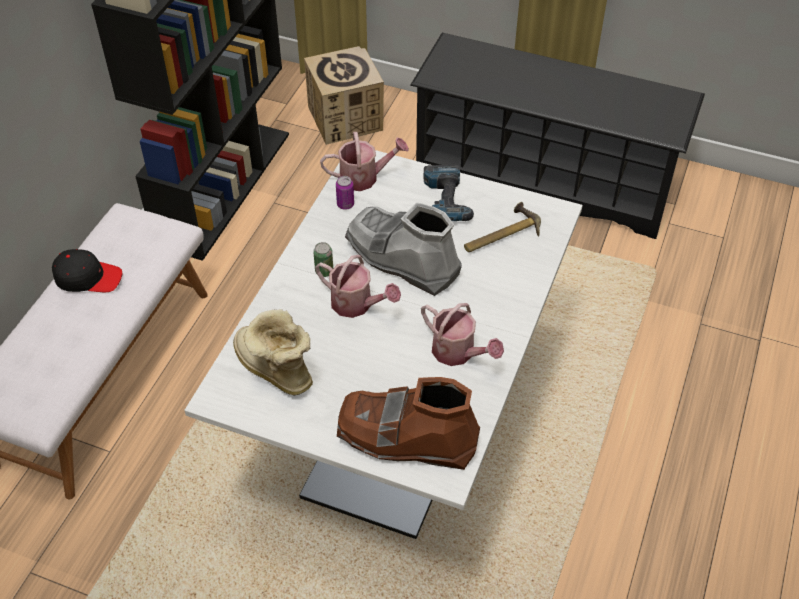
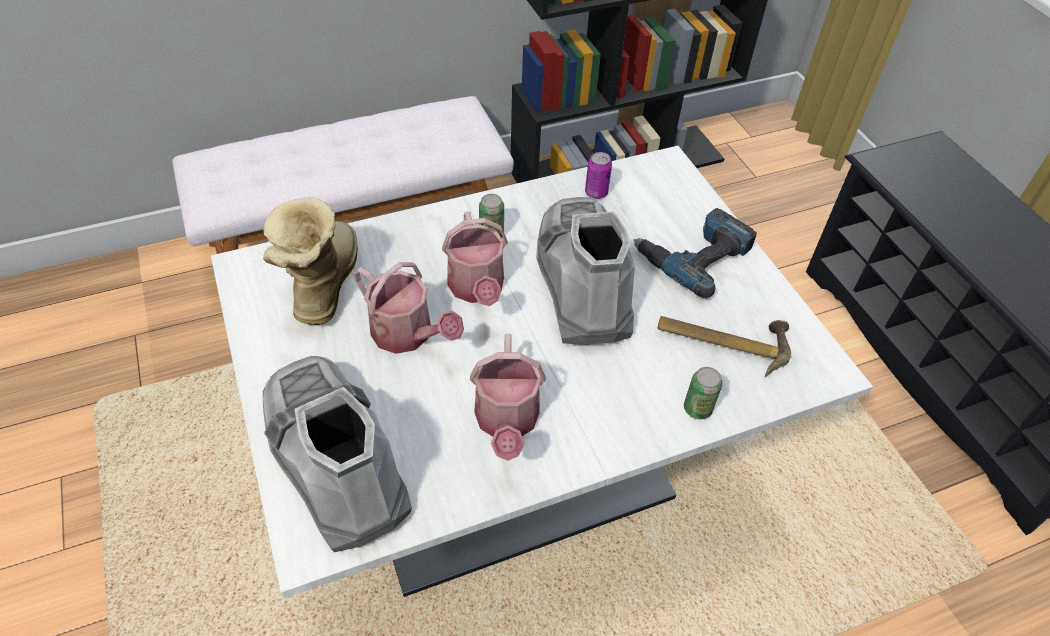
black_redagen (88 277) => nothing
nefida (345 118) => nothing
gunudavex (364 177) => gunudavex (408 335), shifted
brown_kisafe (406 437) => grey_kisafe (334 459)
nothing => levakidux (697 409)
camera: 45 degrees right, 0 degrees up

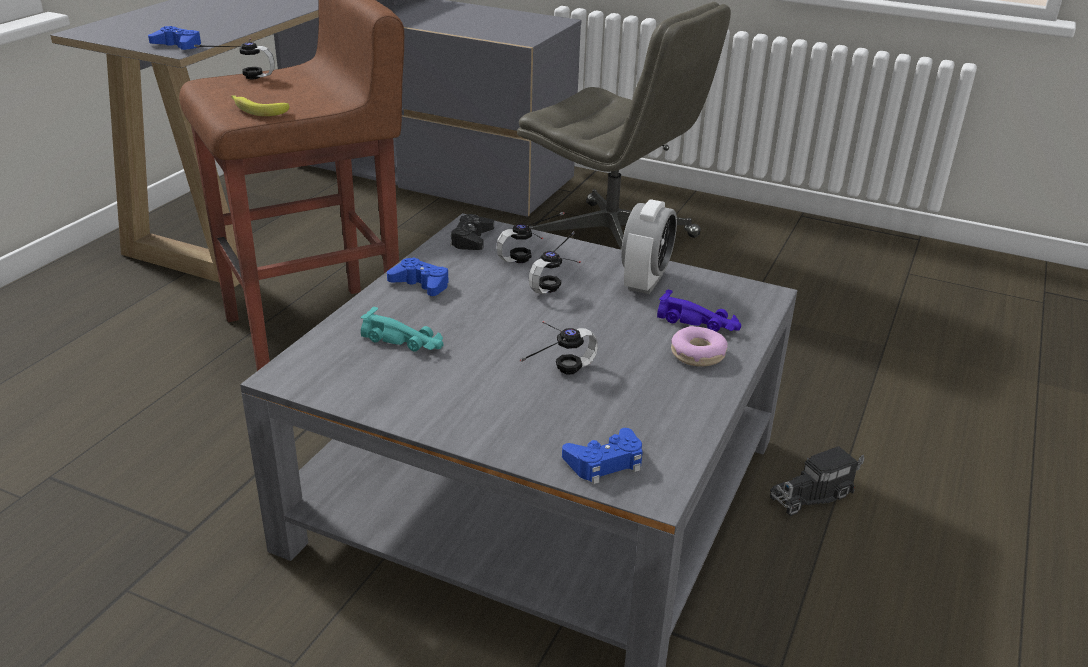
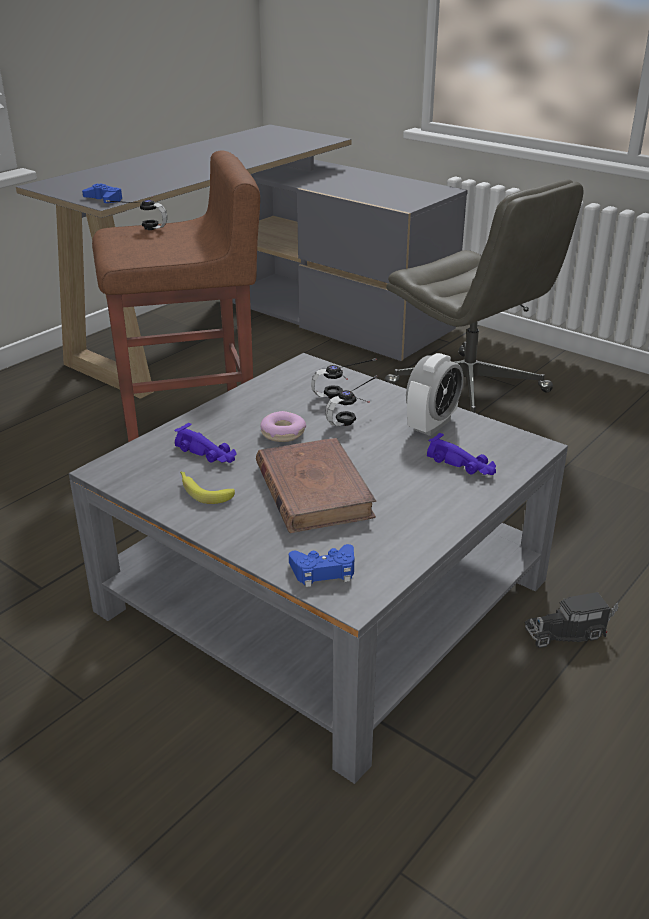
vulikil (257 110) => vulikil (203 491), shifted
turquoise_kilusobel (404 341) => purple_kilusobel (207 454)
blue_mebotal (421 284) => nothing
black_mebotal (471 239) => nothing
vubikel (549 370) => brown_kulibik (313 490)
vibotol (698 354) => vibotol (283 433), shifted
camera: 15 degrees right, 0 degrees up

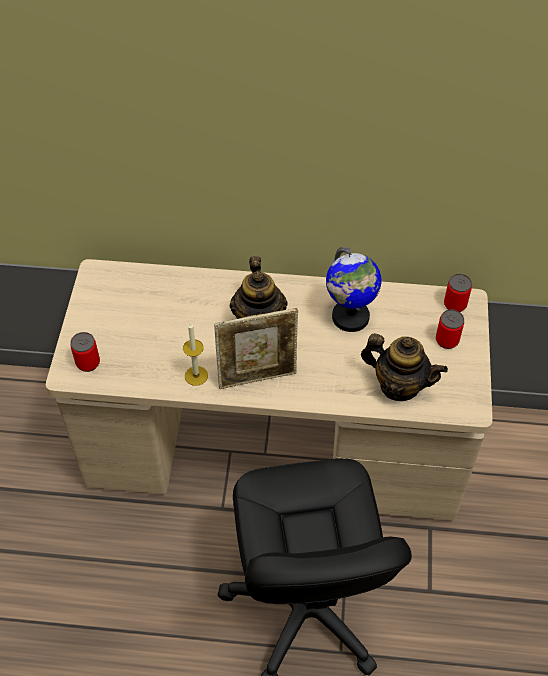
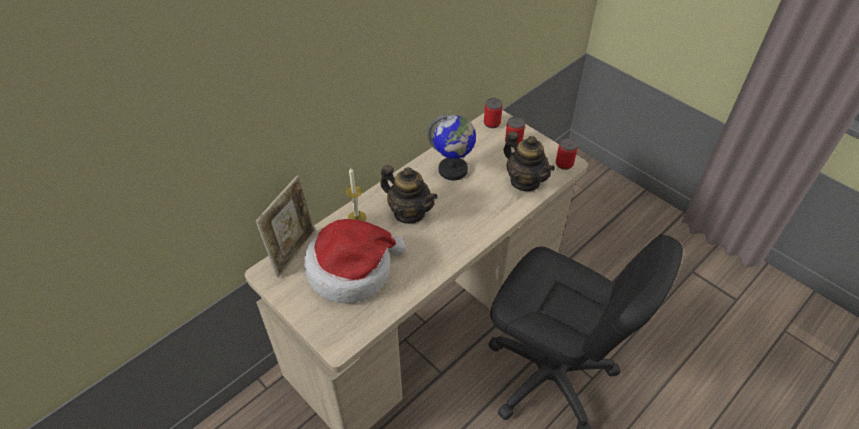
levakidux (88 363) => levakidux (564 164), shifted
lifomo (196 375) => lifomo (357 217), shifted
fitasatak (257 377) => fitasatak (294 252), shifted
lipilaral (399 385) => lipilaral (525 181), 75 degrees clockwise
nothing => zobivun (352 270)
camera: 50 degrees left, 5 degrees down

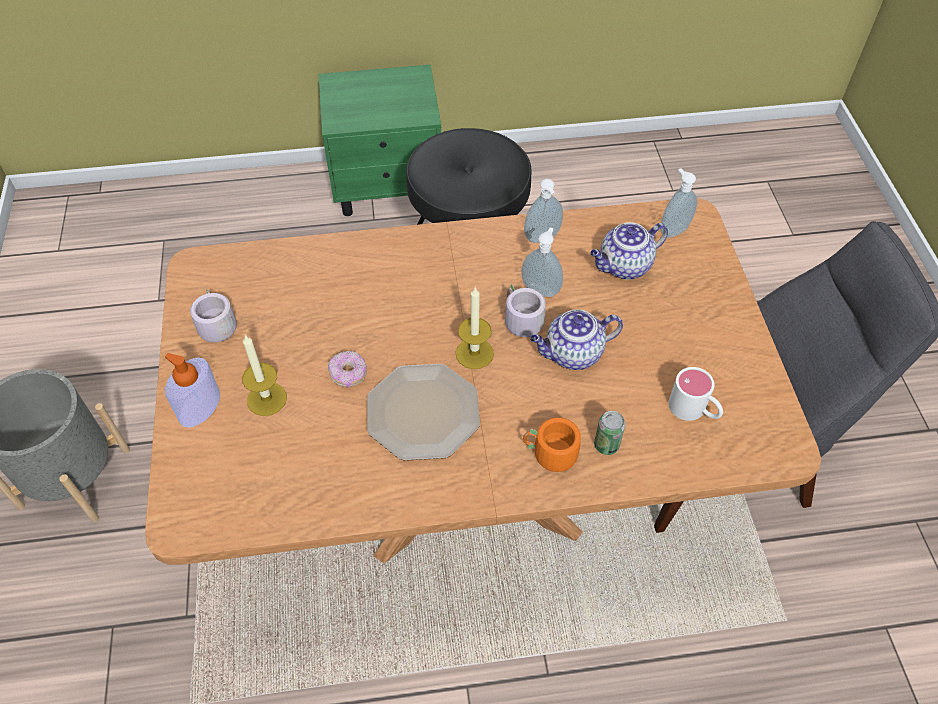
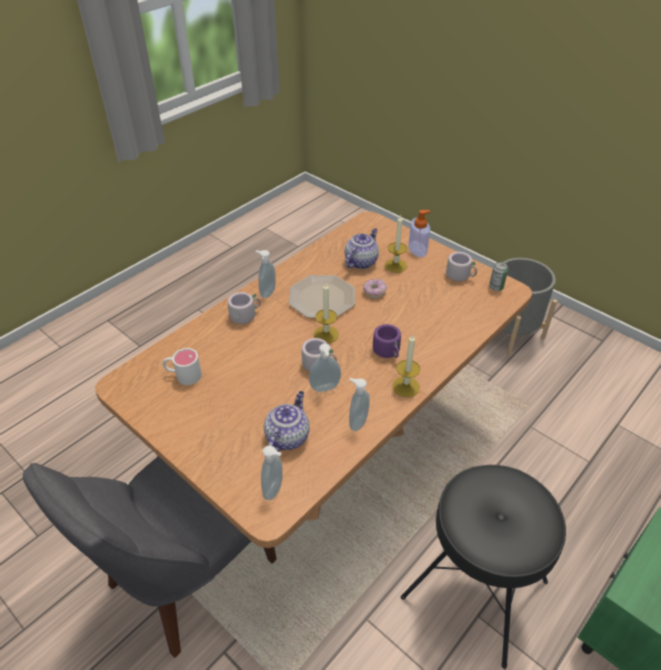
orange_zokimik (549 456) => grey_zokimik (245 314)
lipilaral (572 354) => lipilaral (361 261), shifted
levakidux (606 445) => levakidux (496 287), shifted
nothing => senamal (267 292)
nothing => purple_zokimik (389 351)
nothing => lifomo (406 386)
camera: 140 degrees right, 10 degrees down

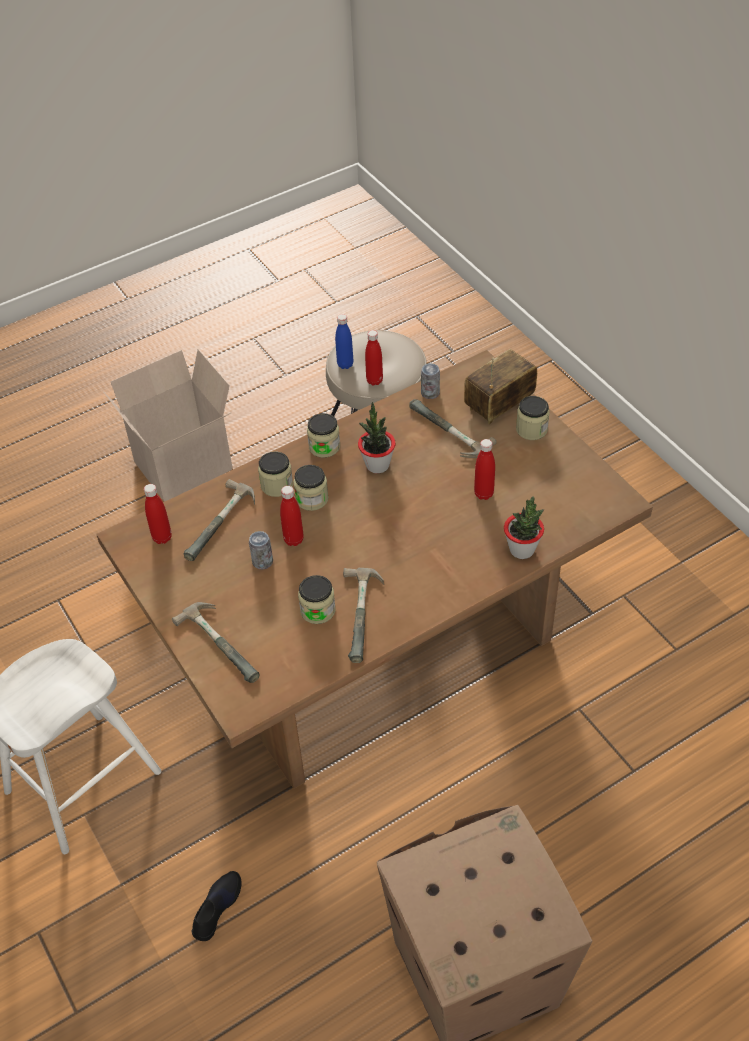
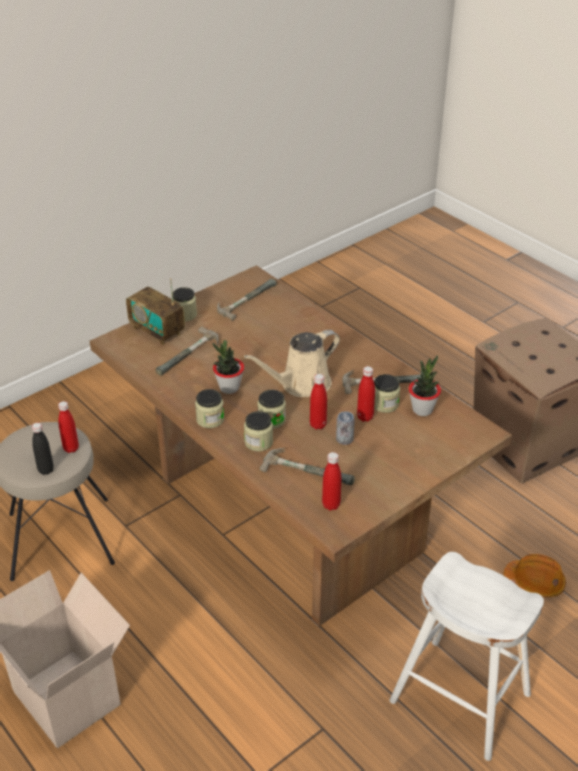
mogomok (225 641) => mogomok (245 298), shifted
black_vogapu (216 907) => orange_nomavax (534 582)
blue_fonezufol (345 364) => black_fonezufol (46 470)
levakidux (430 393) => nothing
red_fonezufol (483 494) => red_fonezufol (365 417), shifted
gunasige (522 550) => gunasige (422 409), shifted
nothing => beige_gunudavex (301 384)
camera: 100 degrees left, 10 degrees down

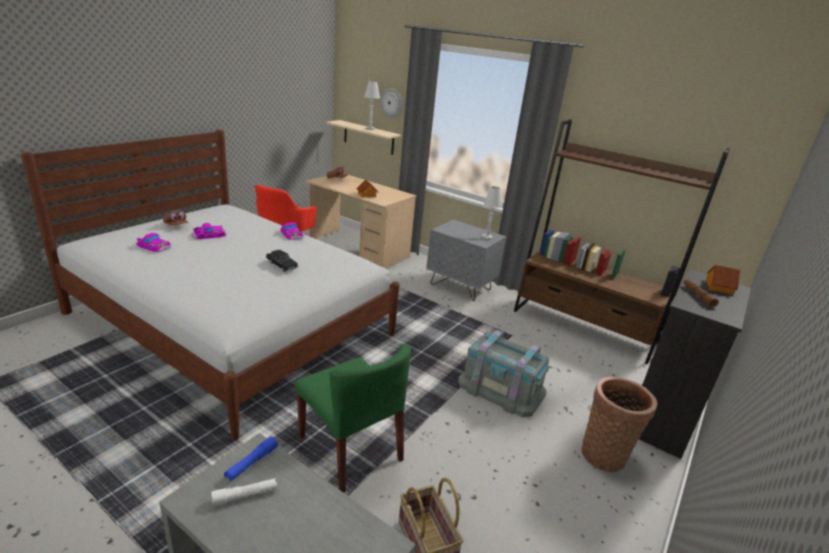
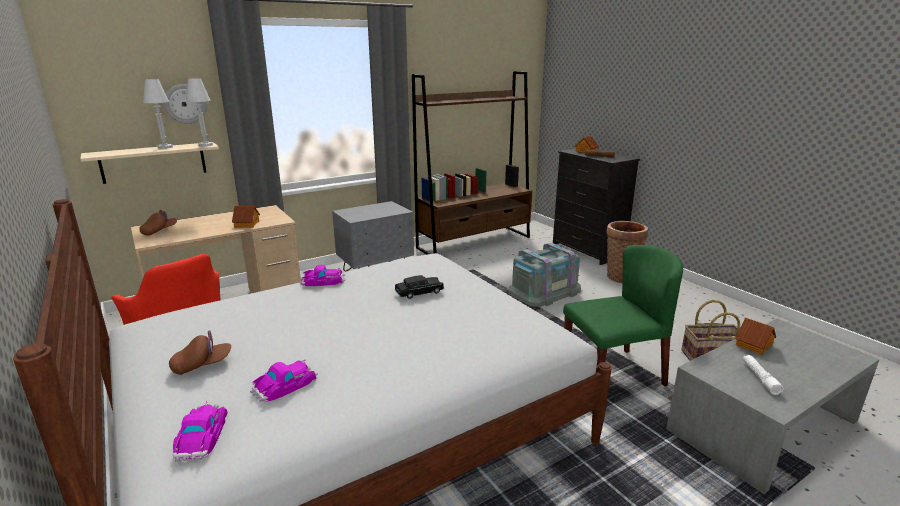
kilusobel (209 235) => kilusobel (201 436), shifted
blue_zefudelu (251 463) => nothing
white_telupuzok (487 237) => white_telupuzok (205 145), shifted
nothing => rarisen (753 345)
camera: 65 degrees left, 5 degrees down

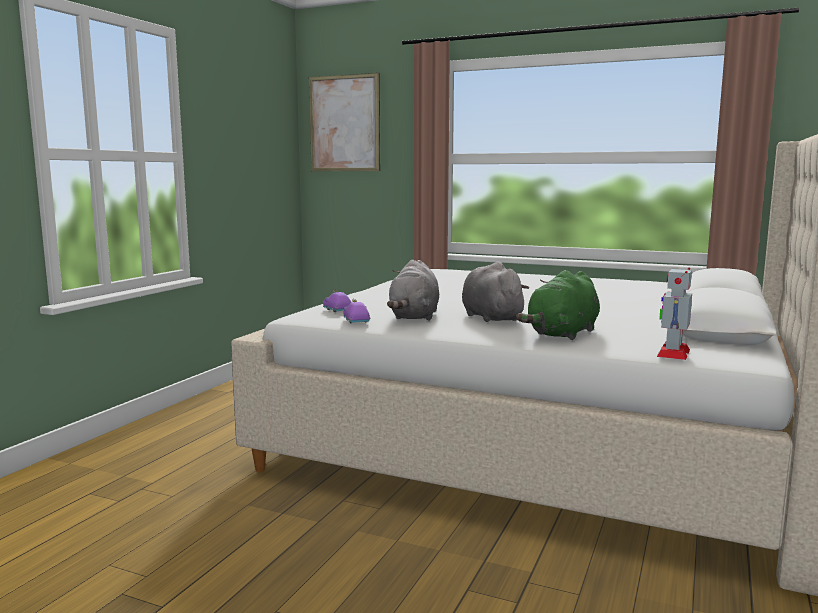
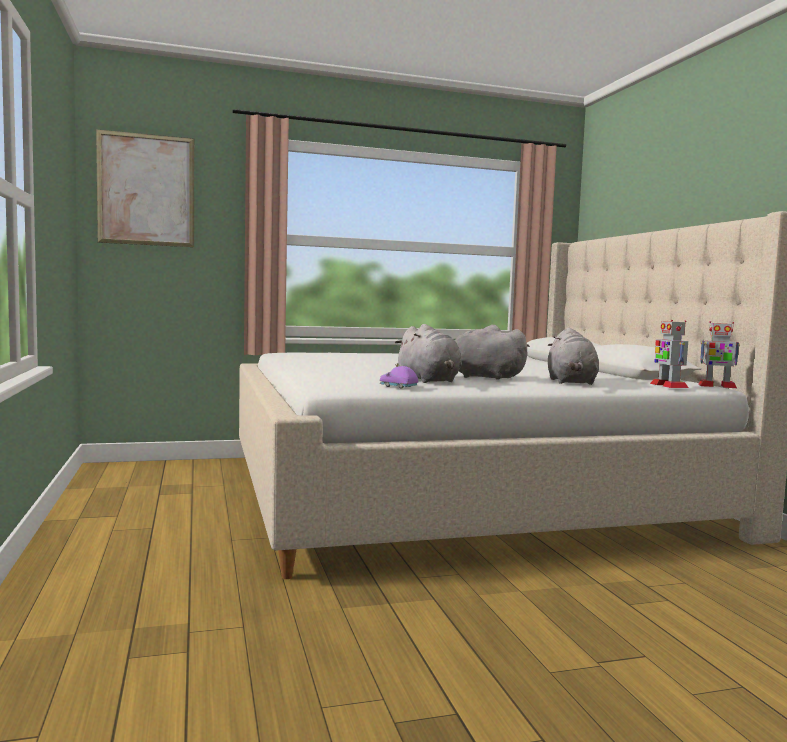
purple_kilusobel (337 310) => nothing
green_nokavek (562 334) => grey_nokavek (571 382)
nothing => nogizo (716 386)
camera: 40 degrees left, 5 degrees down

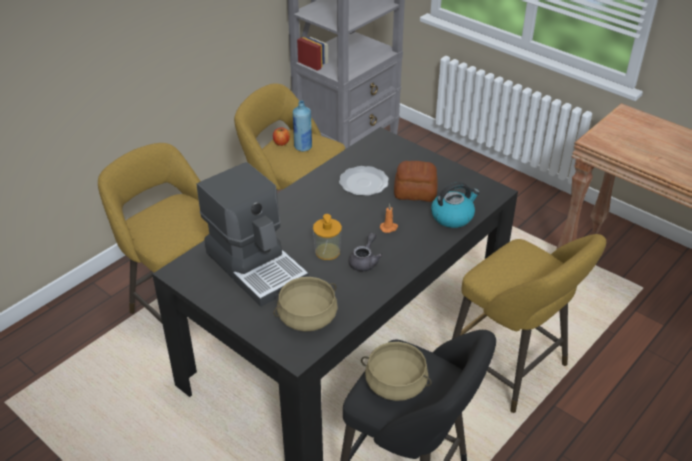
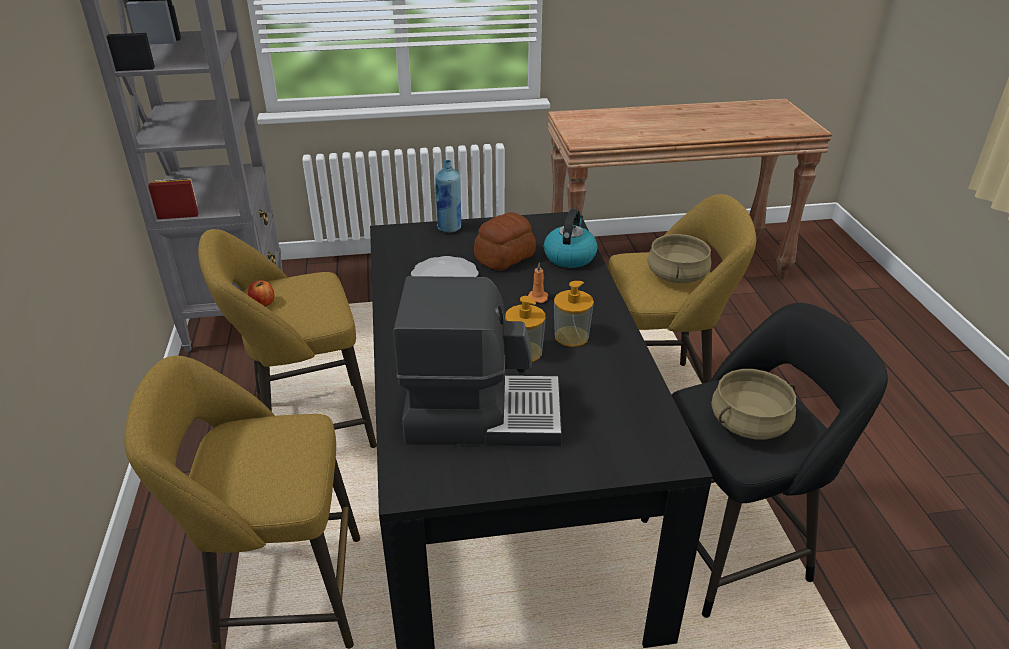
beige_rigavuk (307 317) => beige_rigavuk (676 275), shifted
blue_fonezufol (303 147) => blue_fonezufol (449 228), shifted
grey_lipilaral (365 261) => senamal (571 336)
camera: 50 degrees left, 5 degrees down

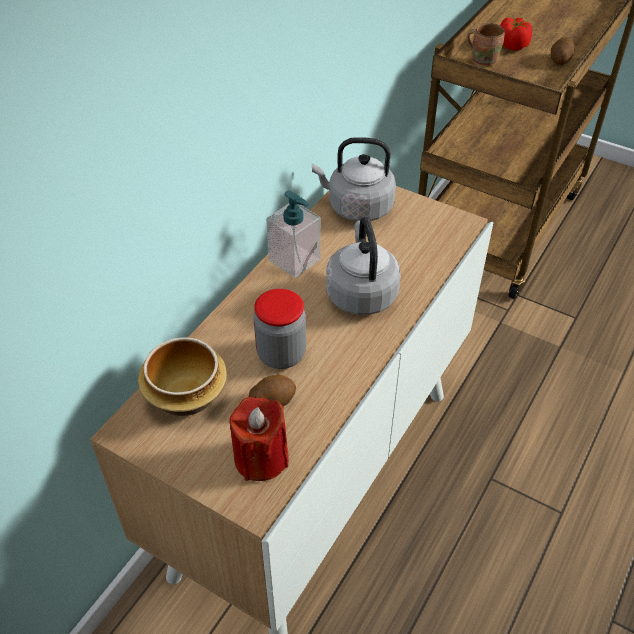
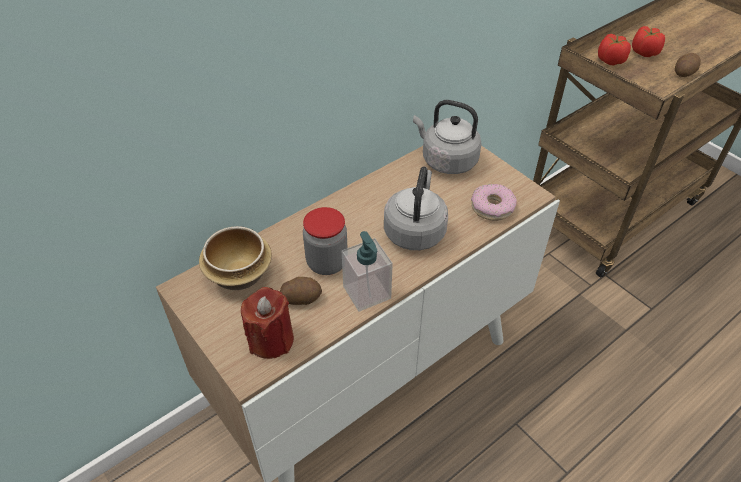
senamal (294 260) => senamal (367 292), shifted
brown_zokimik (483 61) => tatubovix (610 60)
nothing => vibotol (492 207)
camera: 20 degrees right, 0 degrees up

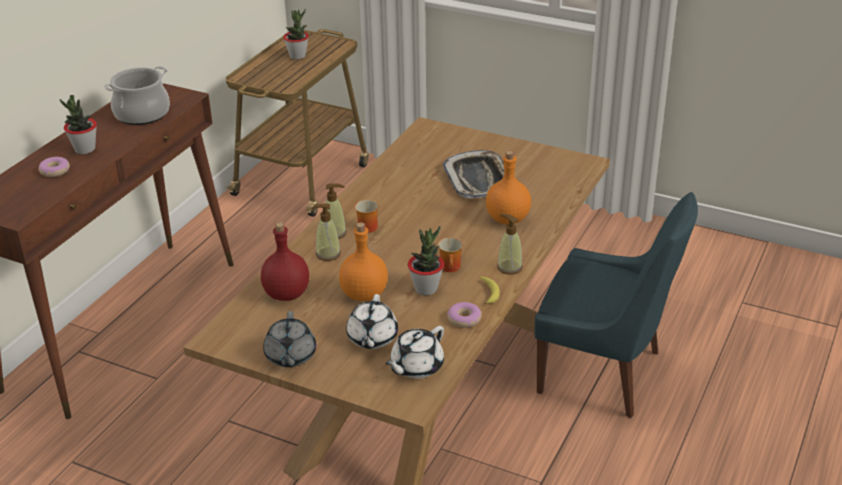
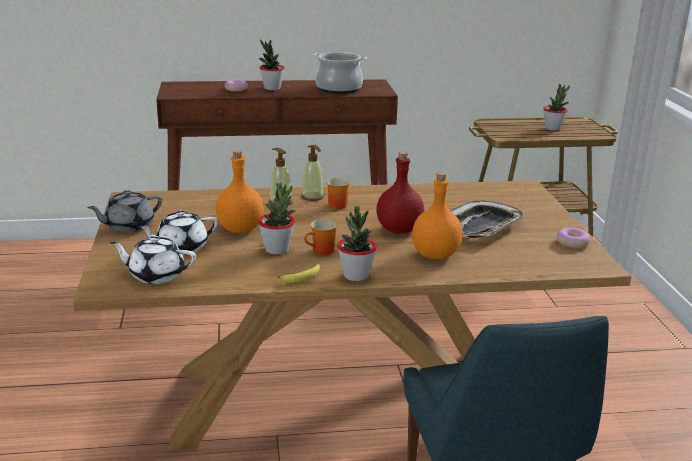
red_fonezufol (286 294) => red_fonezufol (398 230), shifted
vibotol (464 319) => vibotol (572 242), shifted
senamal (509 267) => gunasige (356 276)
camera: 55 degrees right, 10 degrees down

